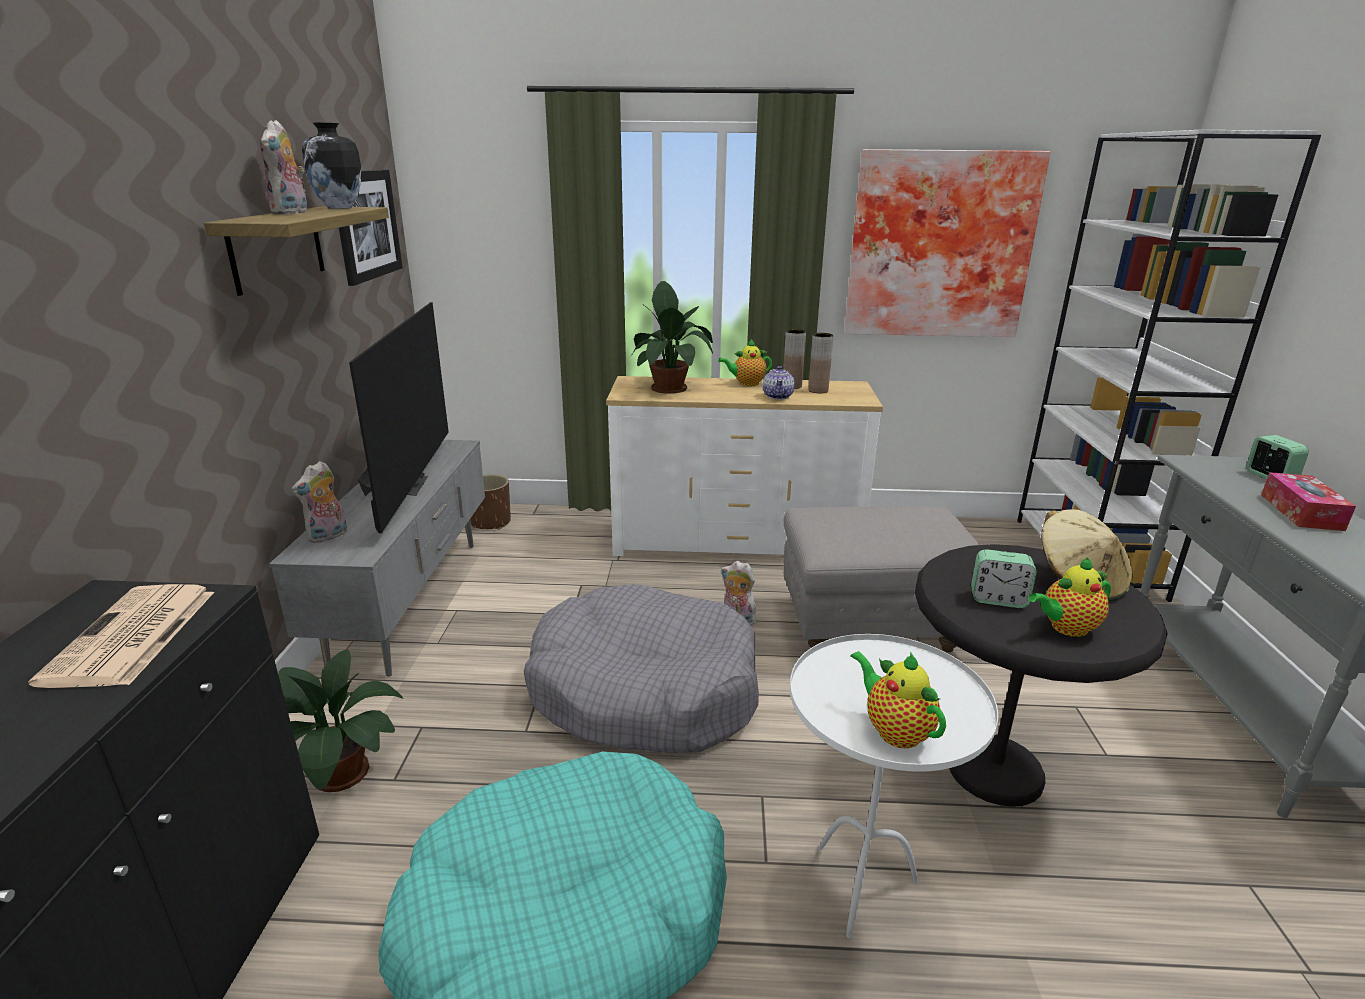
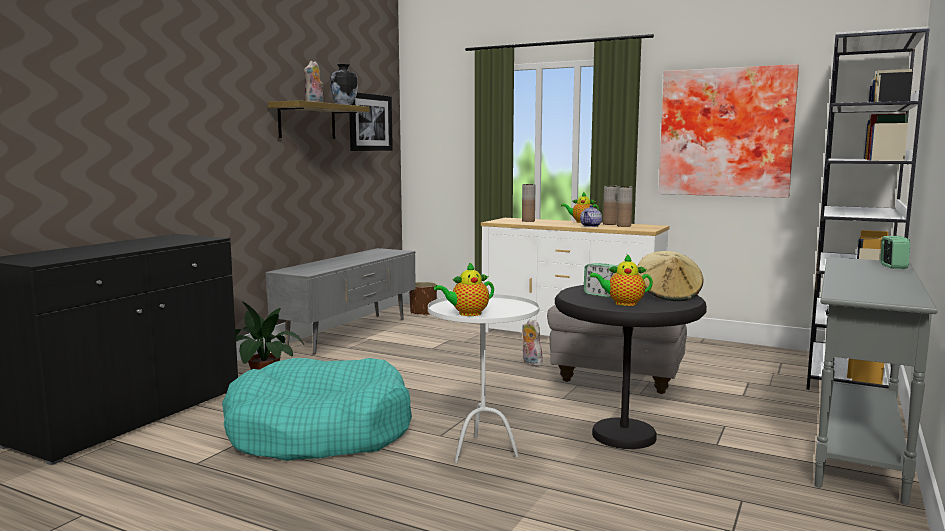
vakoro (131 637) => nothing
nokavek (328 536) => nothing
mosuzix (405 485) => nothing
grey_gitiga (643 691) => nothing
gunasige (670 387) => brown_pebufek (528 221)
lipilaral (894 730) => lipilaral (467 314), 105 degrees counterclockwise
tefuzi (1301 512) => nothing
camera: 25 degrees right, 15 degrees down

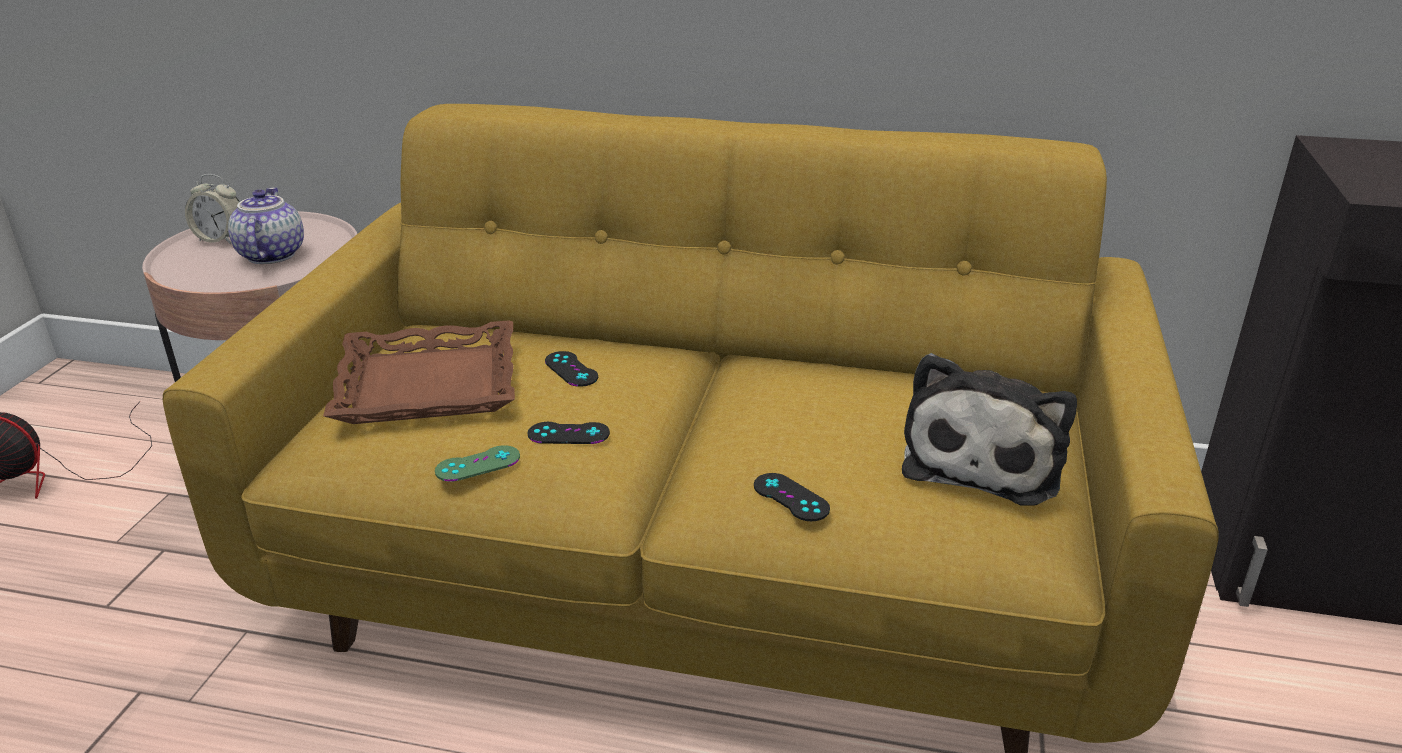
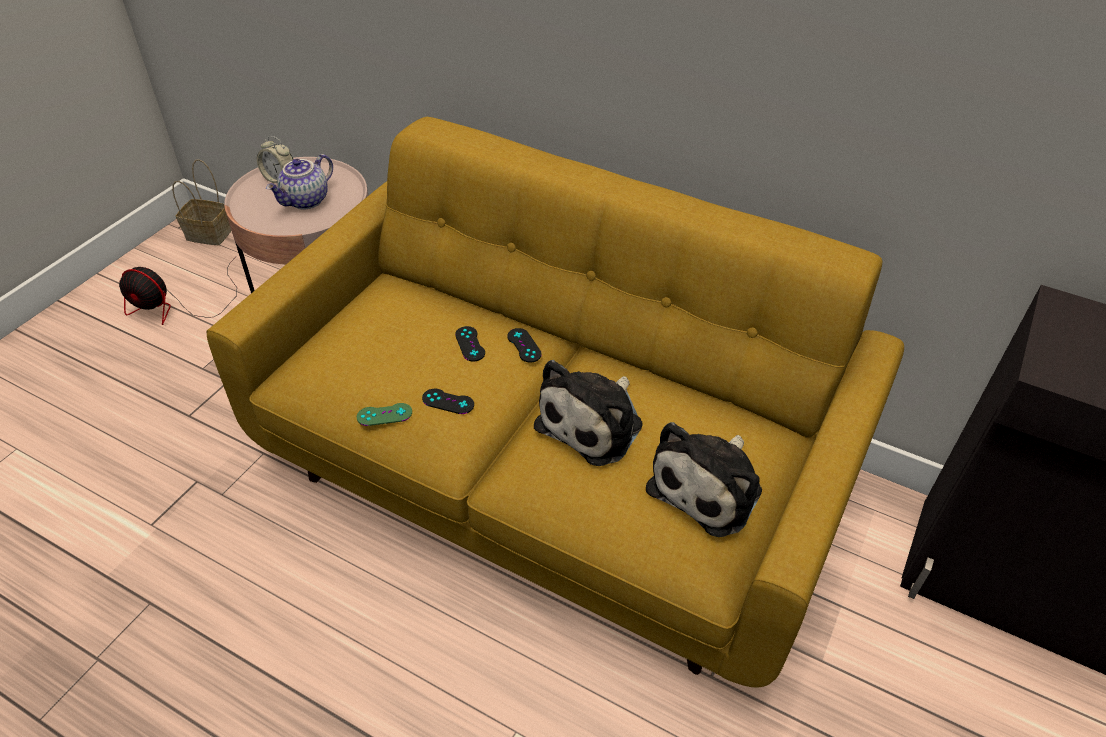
lipilaral (270 255) => lipilaral (306 201), 150 degrees counterclockwise
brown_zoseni (428 384) => nothing
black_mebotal (791 497) => black_mebotal (524 345), shifted
nothing => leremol (211 234)
nothing => nokavek (594 423)
camera: 15 degrees right, 15 degrees up

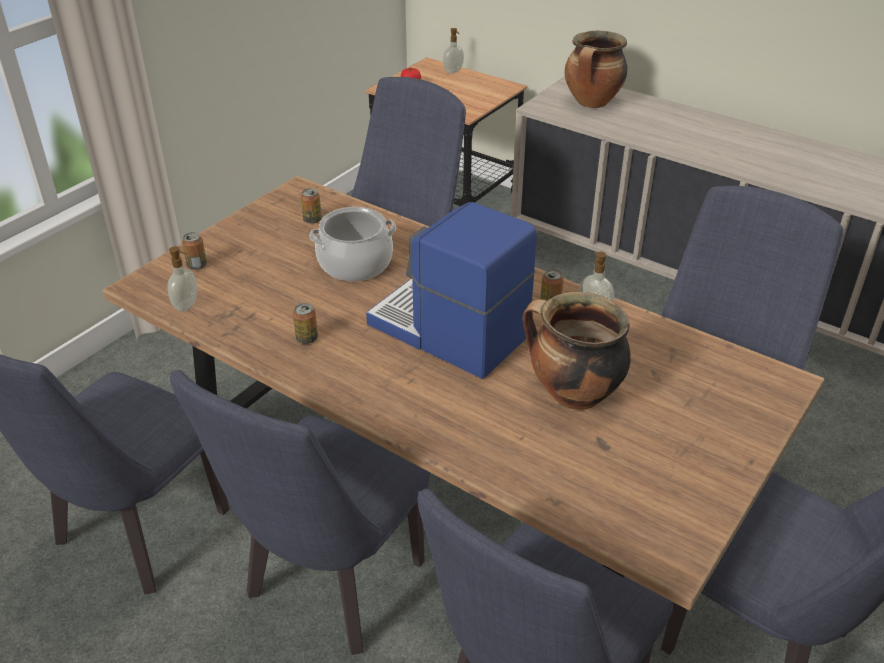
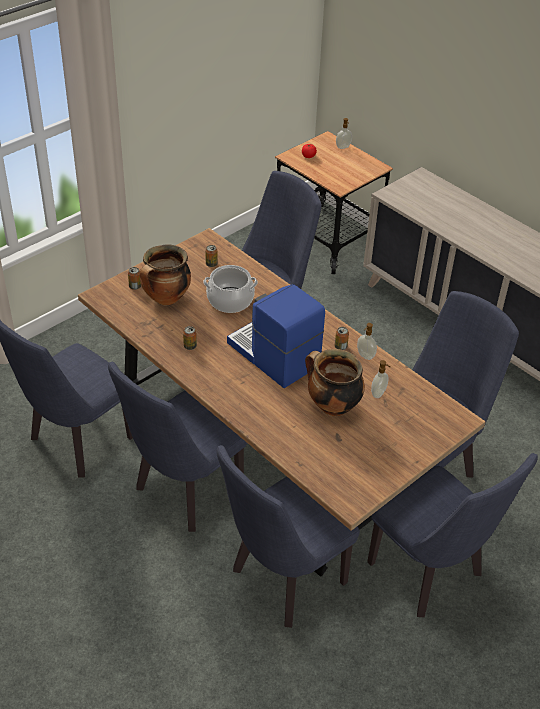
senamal (187 305) => senamal (379 393), shifted
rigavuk (592 103) => rigavuk (166 299), shifted
camera: 10 degrees right, 5 degrees up

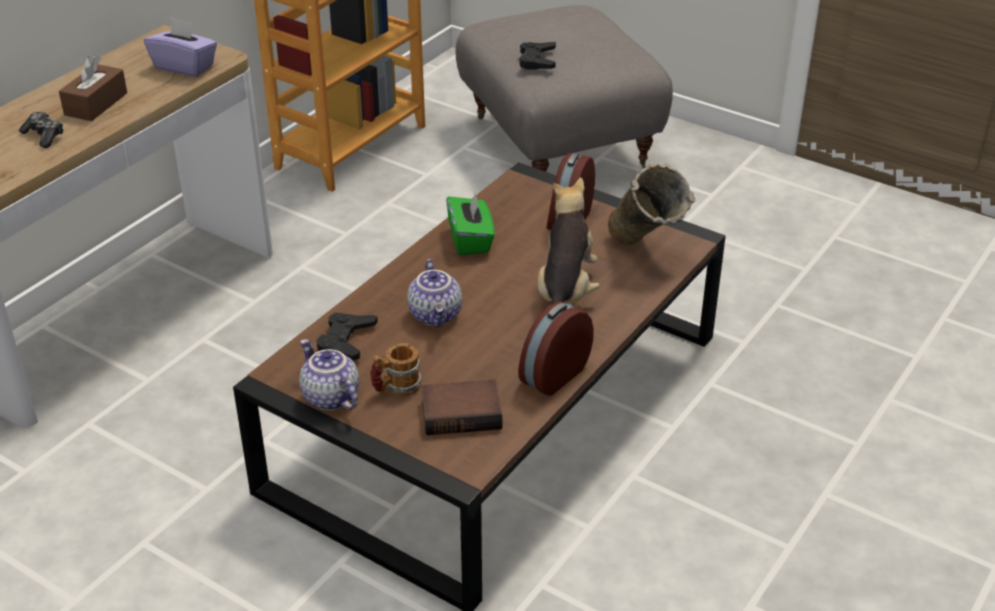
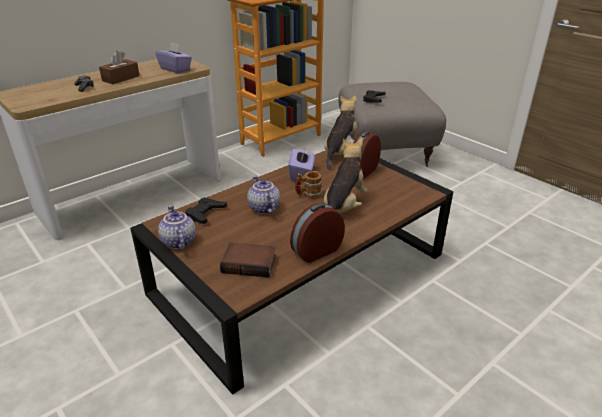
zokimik (396 387) => zokimik (308 195), shifted
lipilaral (436 315) => lipilaral (263 208), 150 degrees clockwise
green_tefuzi (470 240) => purple_tefuzi (301 174)
beige_pebufek (645 252) => nothing
nothing => nokavek (340 153)
camera: 15 degrees right, 5 degrees down

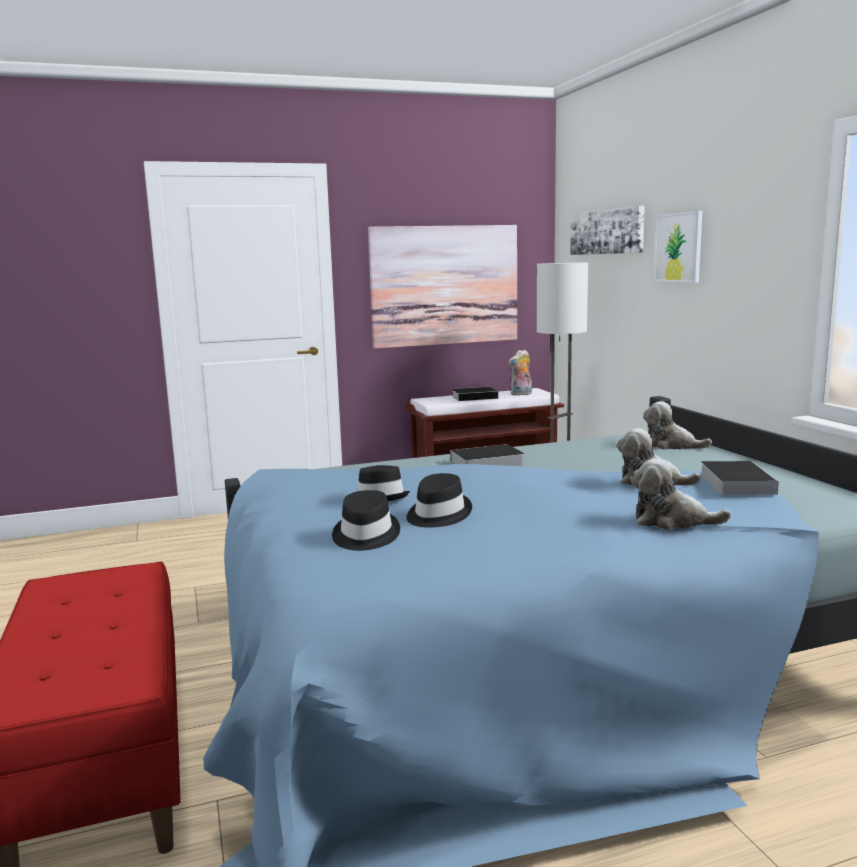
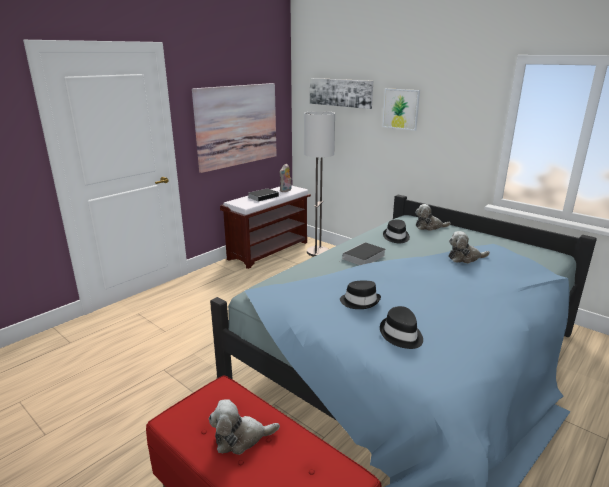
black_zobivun (437 515) => black_zobivun (396 237), shifted
nokavek (671 521) => nokavek (241 438), shifted
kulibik (735 483) => nothing
camera: 30 degrees left, 10 degrees up

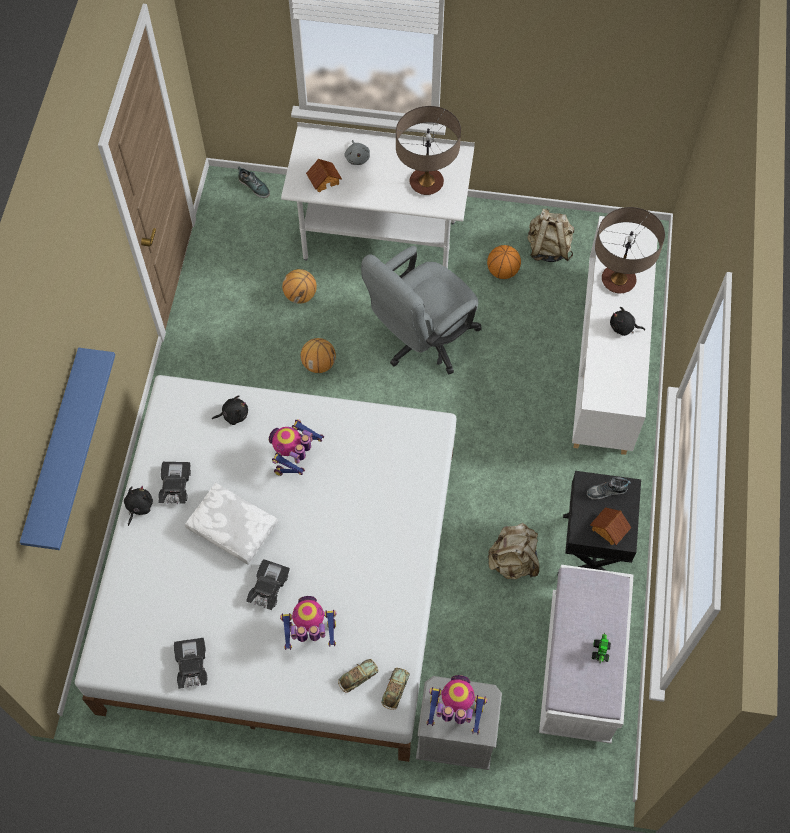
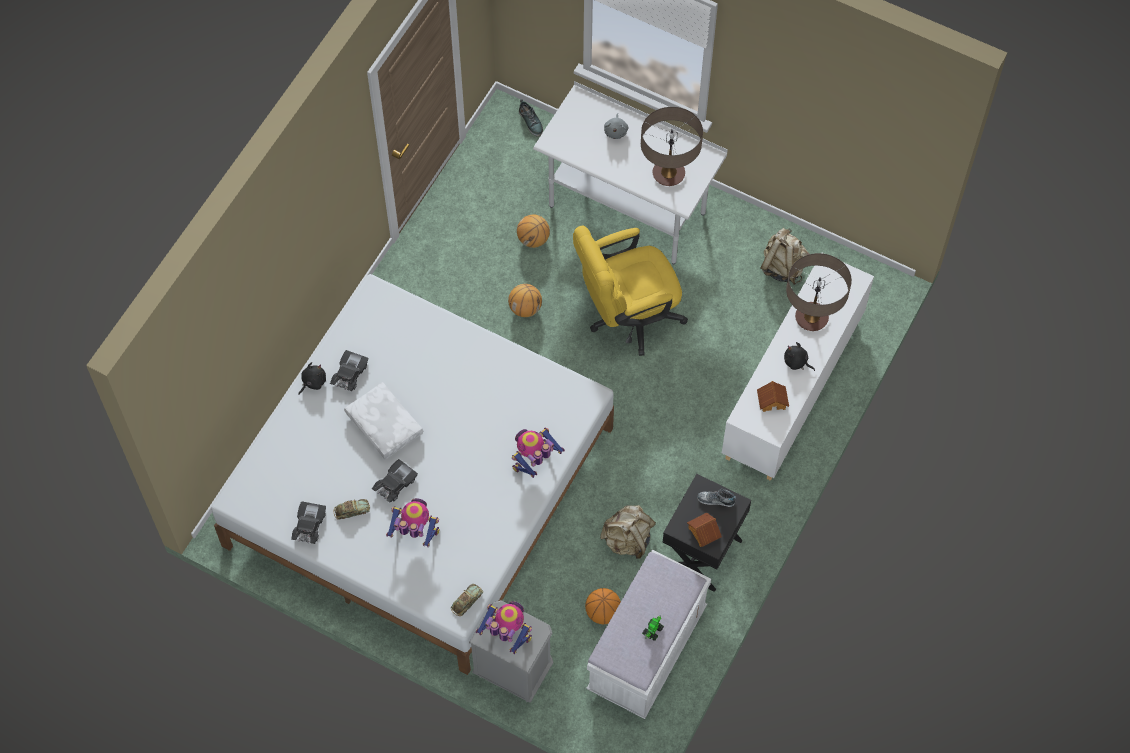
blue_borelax (54 450) => nothing
black_nokavek (233 415) => nothing
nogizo (295 459) => nogizo (535 461), shifted
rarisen (324 180) => rarisen (772 400), shifted
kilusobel (358 677) => kilusobel (352 510), shifted
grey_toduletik (421 341) => yellow_toduletik (627 317)
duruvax (502 271) => duruvax (603 612), shifted
camera: 20 degrees right, 0 degrees up

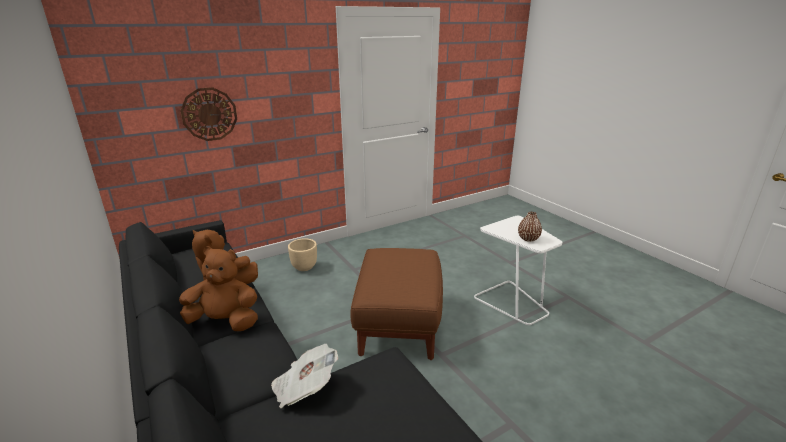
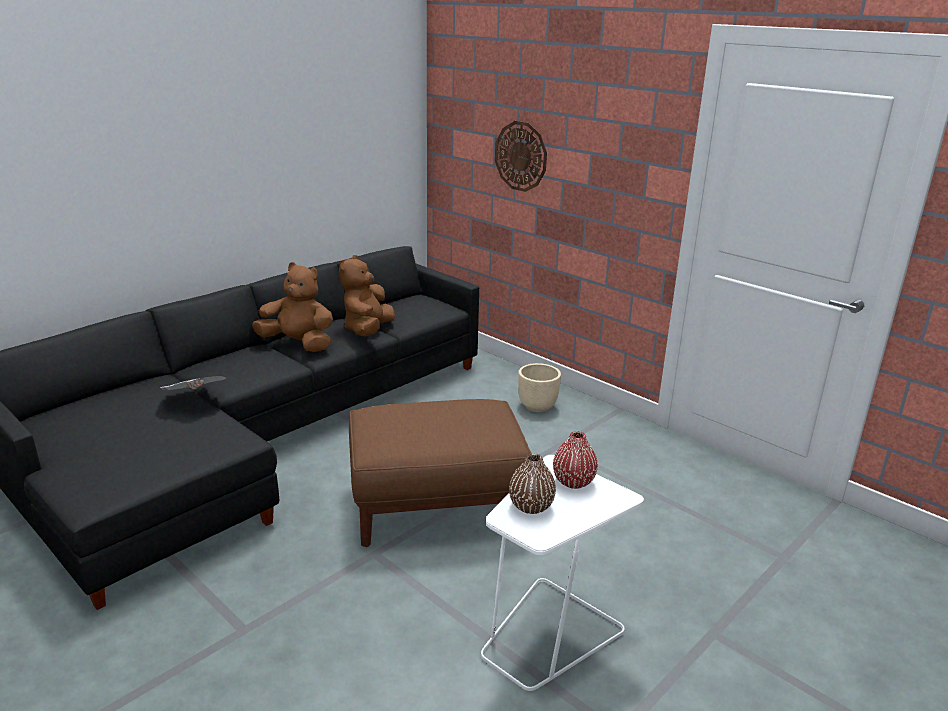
brown_nokavek (223 322) => brown_nokavek (298 344), 60 degrees counterclockwise
nothing => red_pebufek (573 482)
camera: 75 degrees right, 0 degrees up

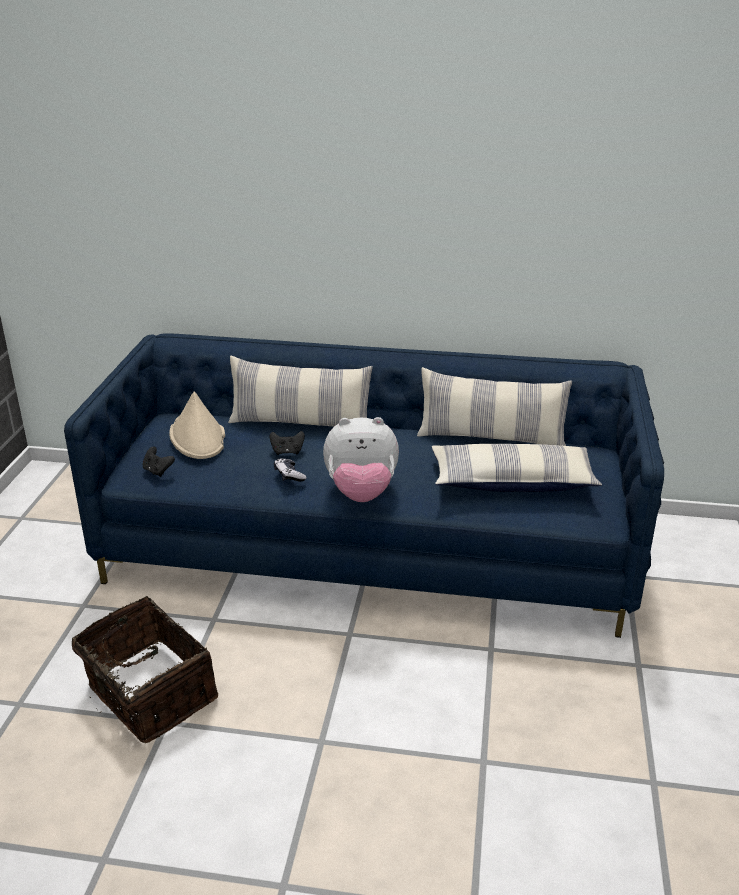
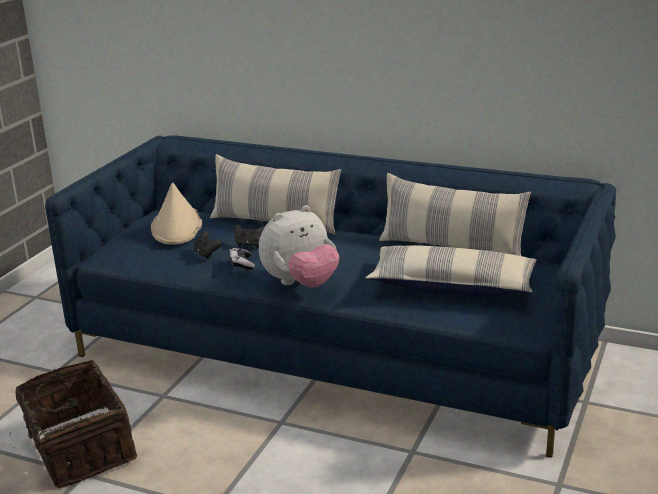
black_mebotal (158 471) => black_mebotal (207 254), shifted
nokavek (361 493) => nokavek (301 284), 45 degrees counterclockwise
camera: 15 degrees right, 5 degrees down

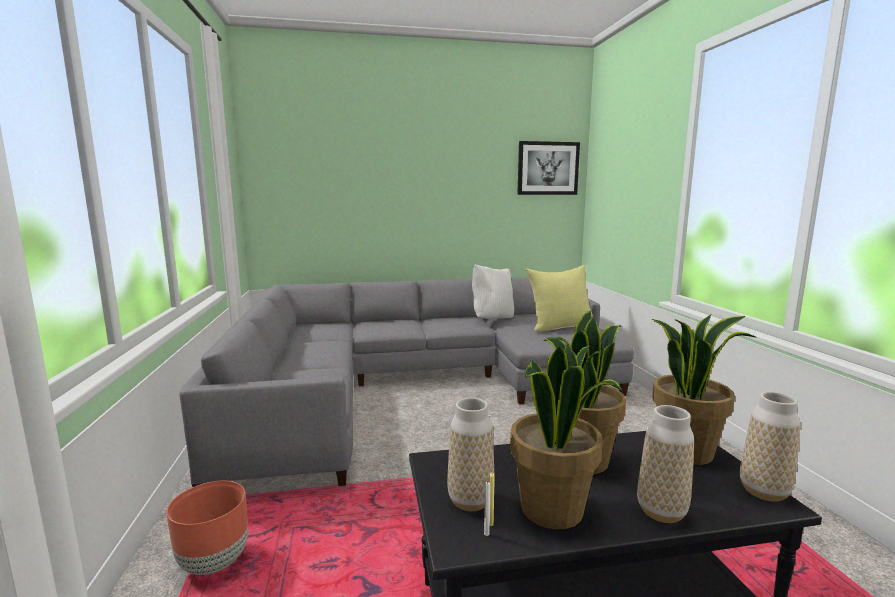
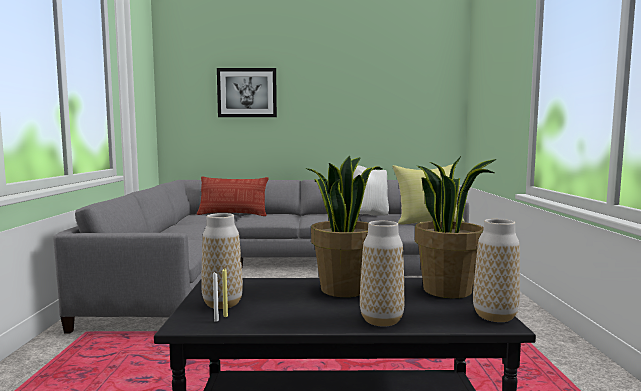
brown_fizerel (214 562) => nothing
gunasige (553 510) => nothing
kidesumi (547 168) => kidesumi (247 93), shifted
nothing => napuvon (233 214)
camera: 10 degrees right, 5 degrees down

